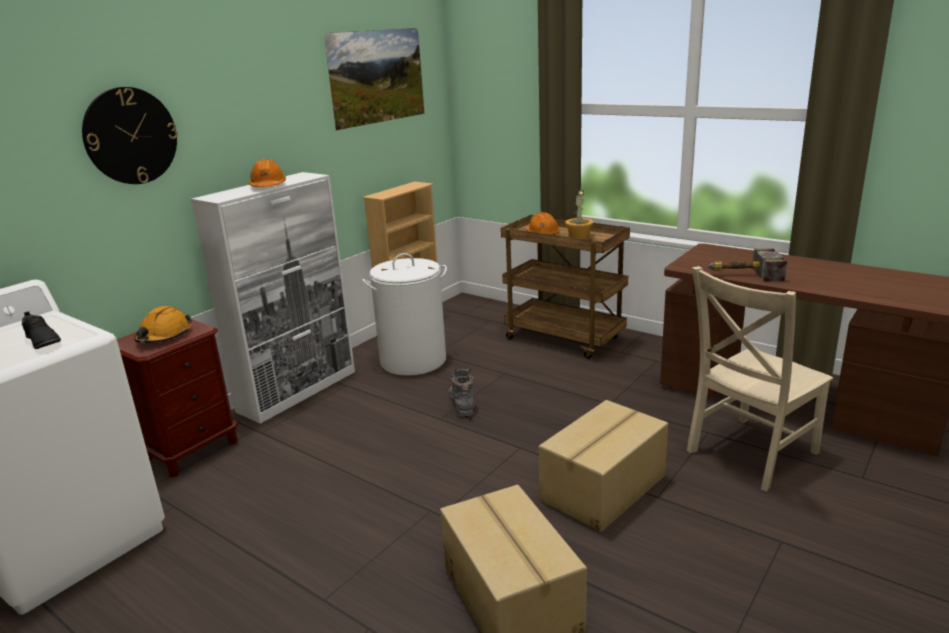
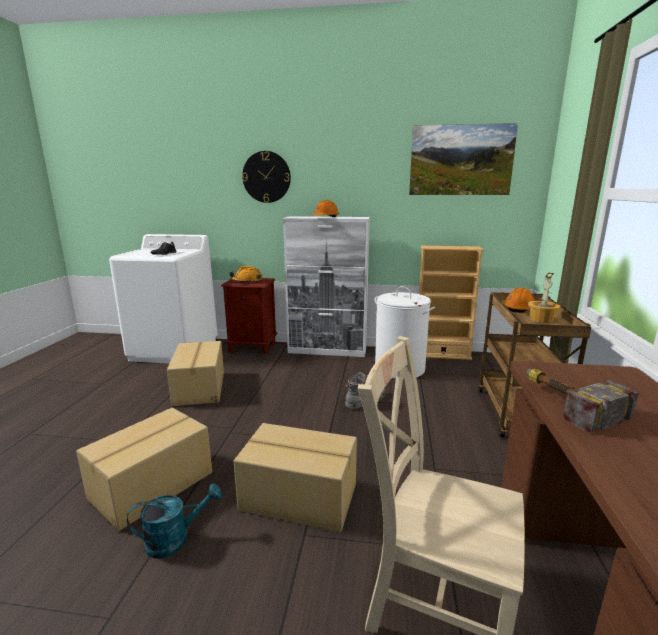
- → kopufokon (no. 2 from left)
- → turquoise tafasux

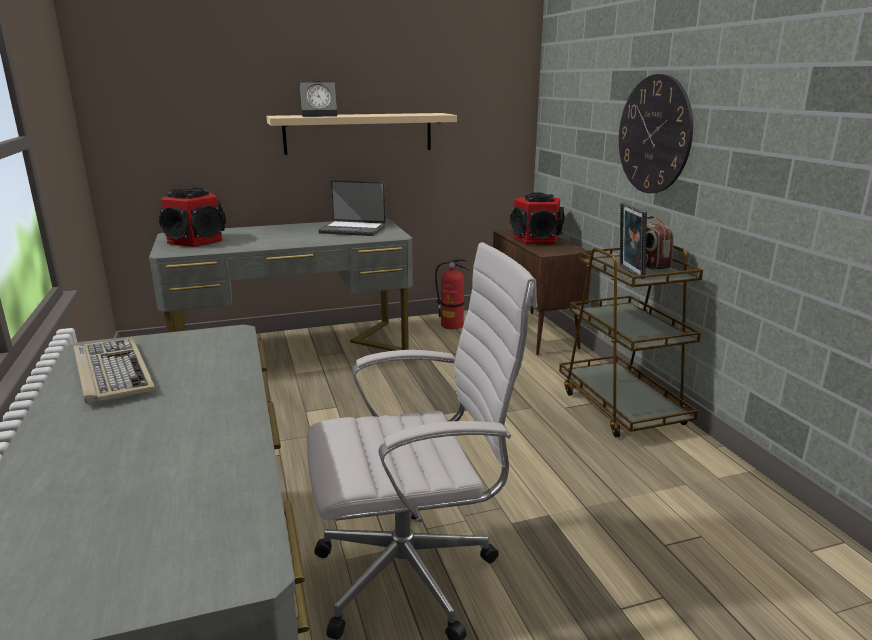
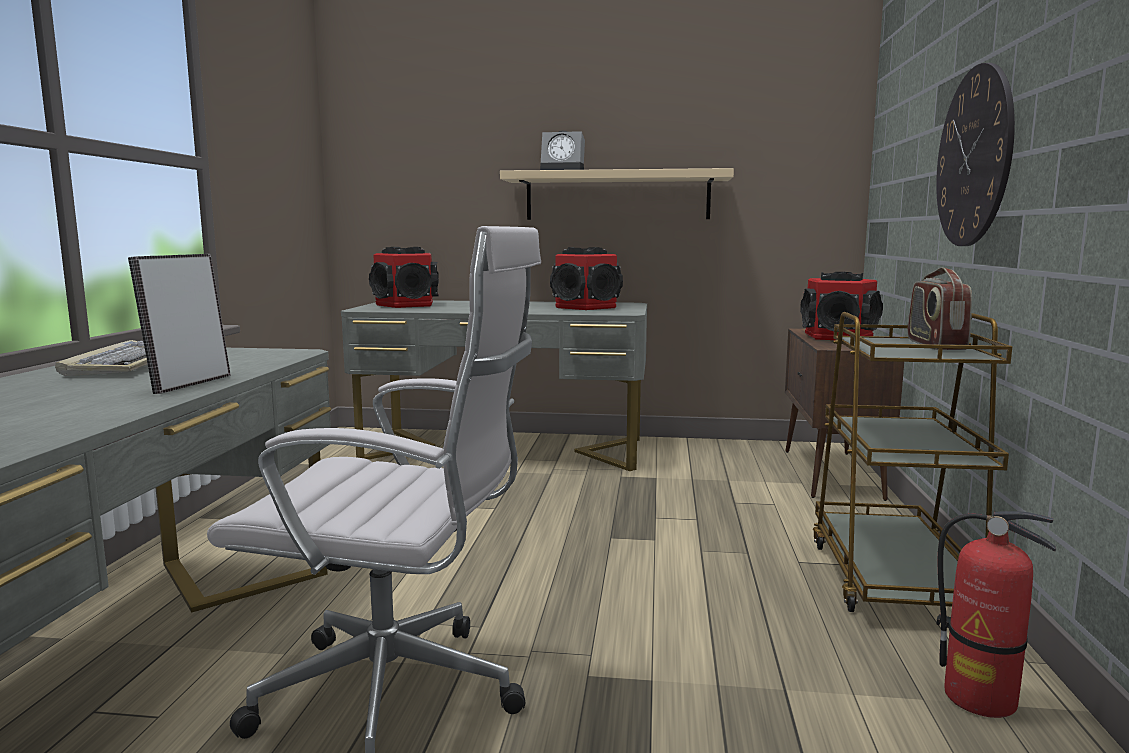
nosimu → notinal (no. 2 from left)
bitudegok, shifted
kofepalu, shifted

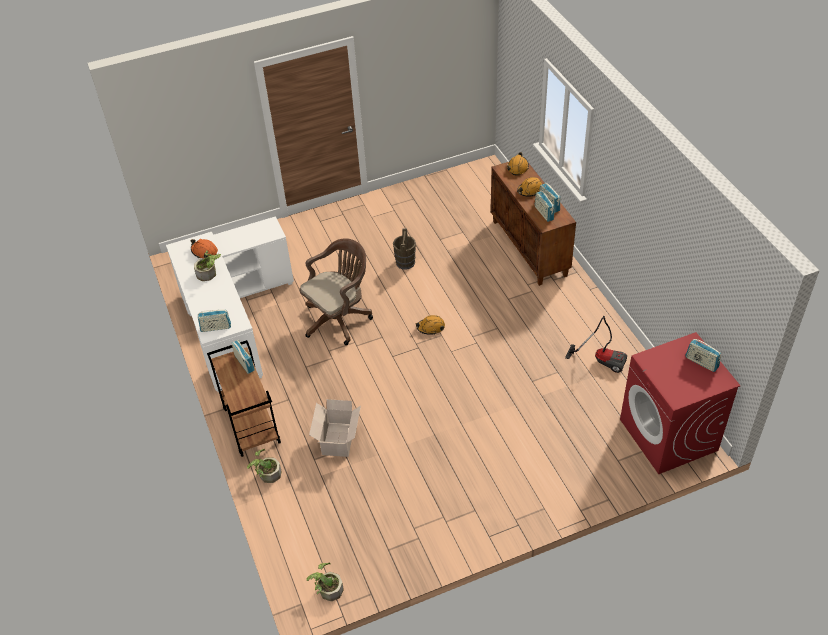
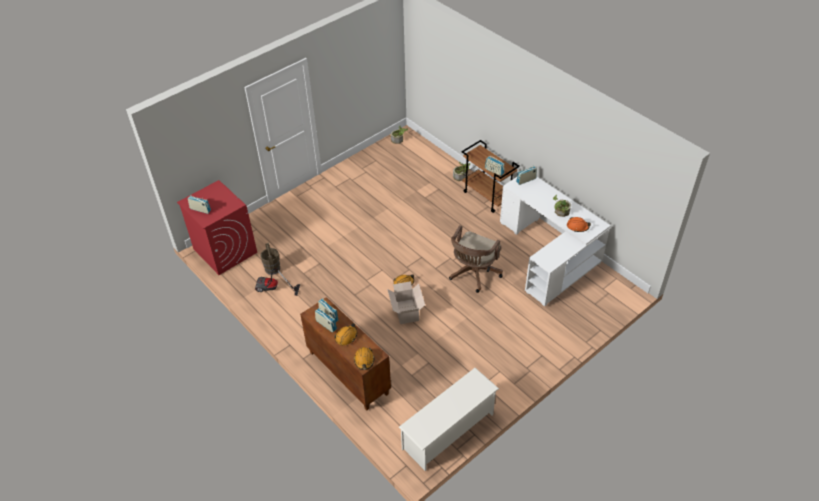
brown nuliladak, shifted
kopufokon, shifted
- → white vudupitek

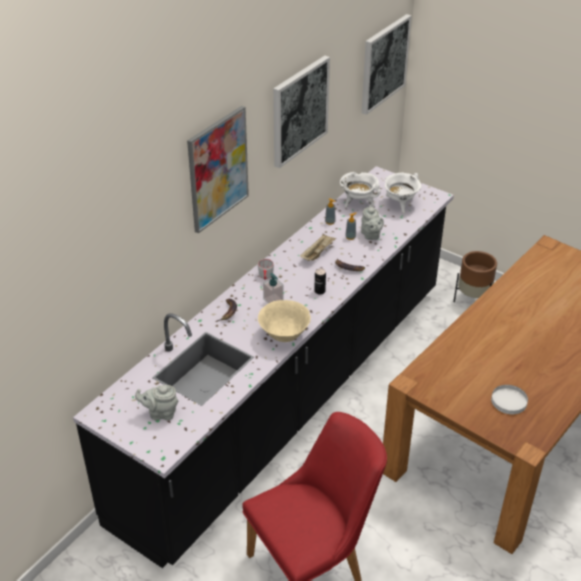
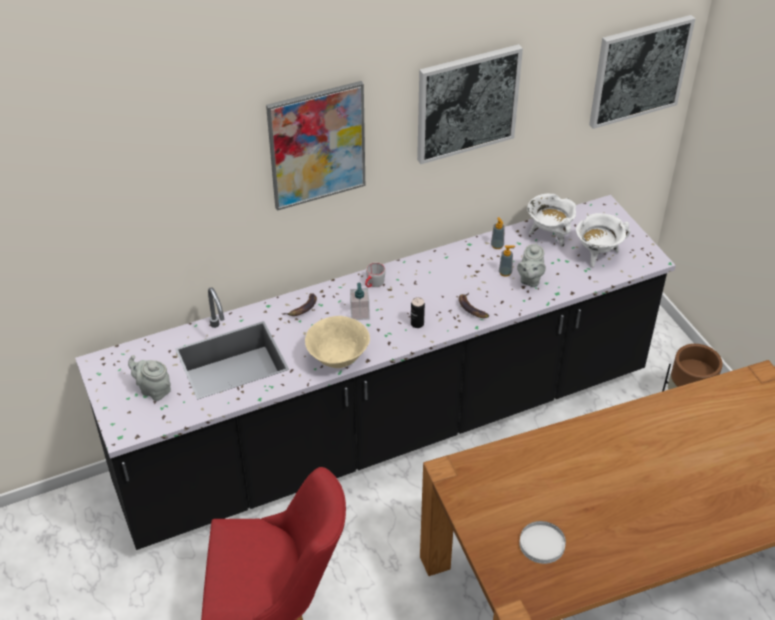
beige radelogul → -

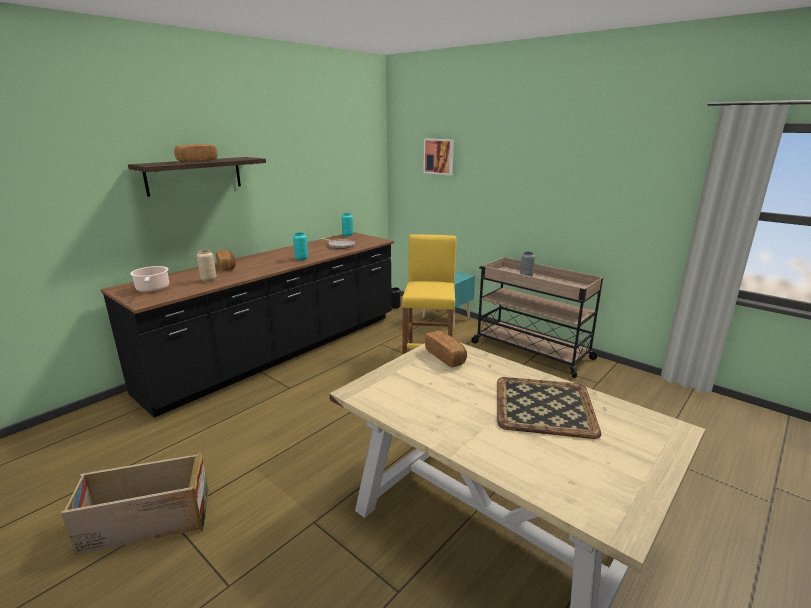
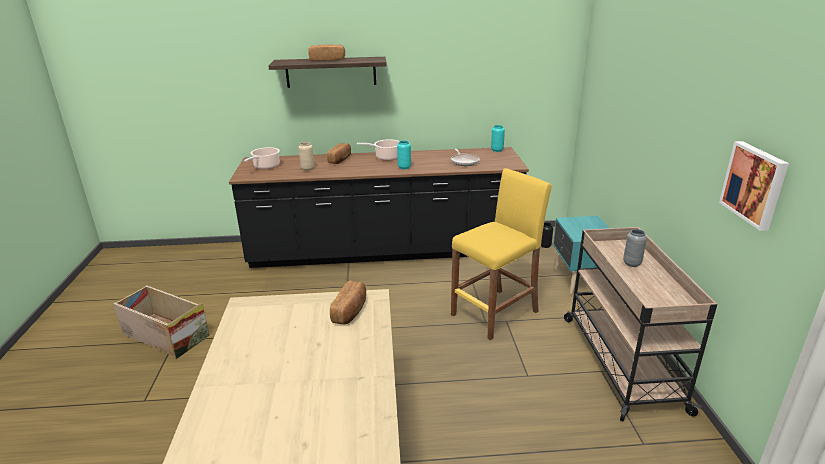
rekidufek, shifted
radelogul → -
- → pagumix (no. 2 from left)

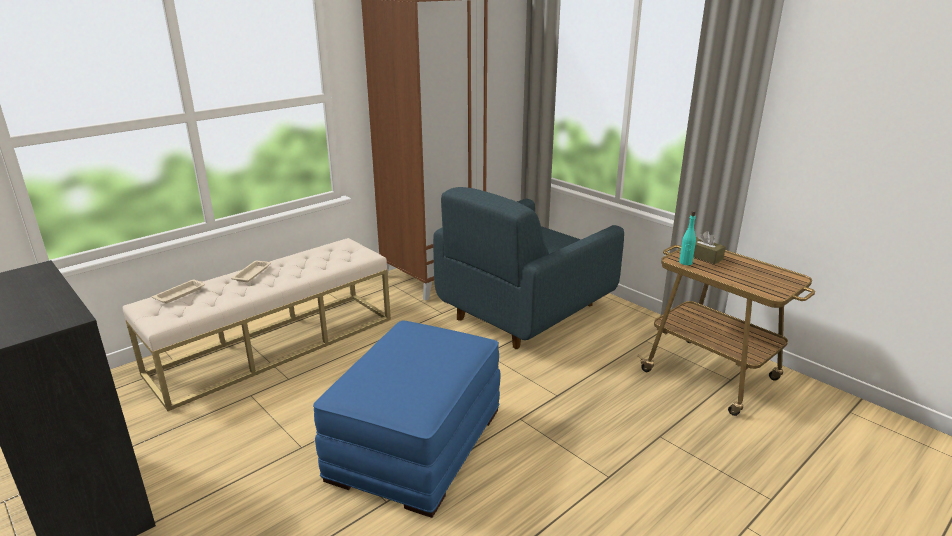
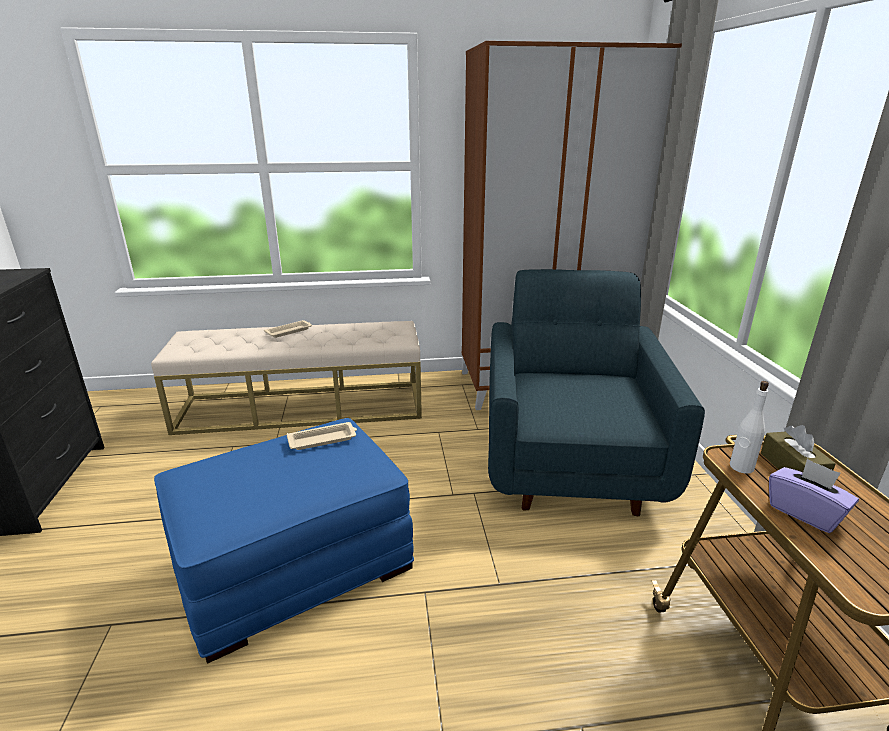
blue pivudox, 105 degrees clockwise
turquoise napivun → white napivun
beige radelogul (no. 1 from left in the first image) → beige radelogul (no. 2 from left), shifted
- → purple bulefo

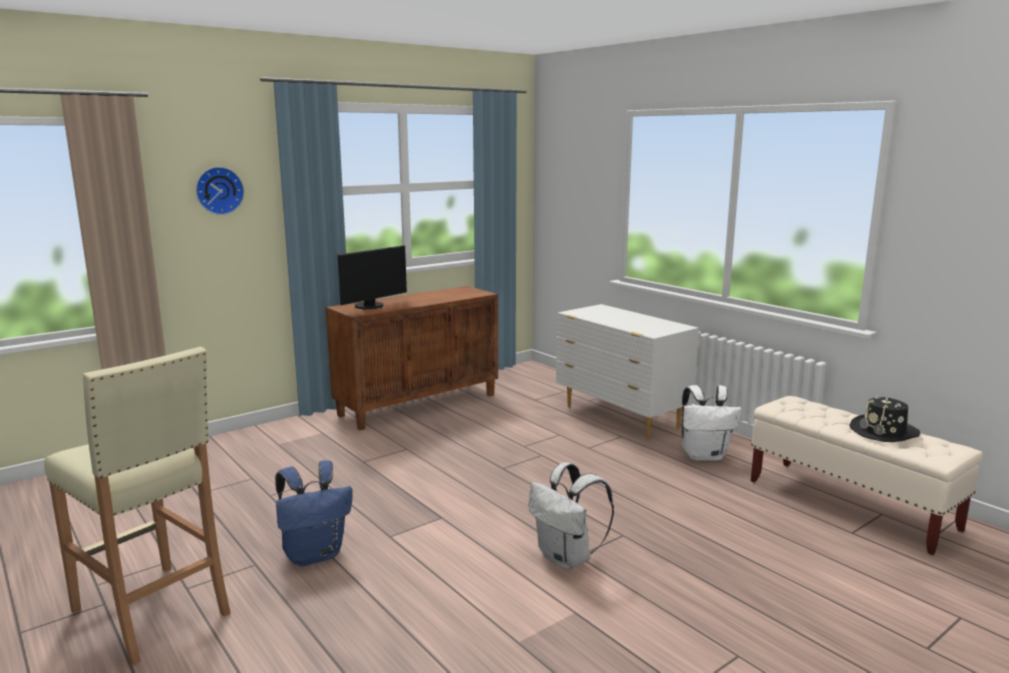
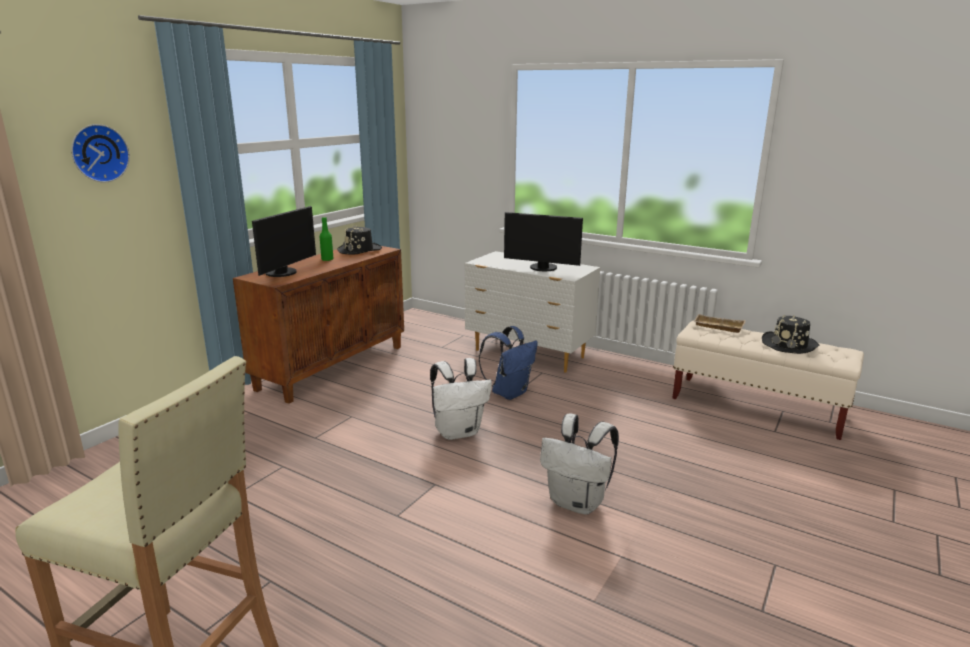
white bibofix (no. 2 from left in the first image) → white bibofix (no. 1 from left), shifted
blue bibofix, shifted
- → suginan (no. 2 from left)
- → green napivun
- → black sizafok (no. 1 from left)
- → beige radelogul

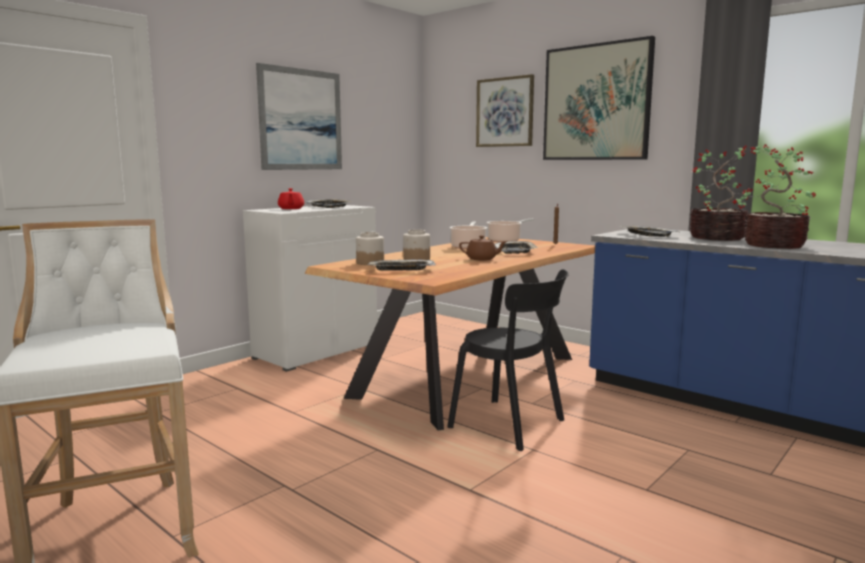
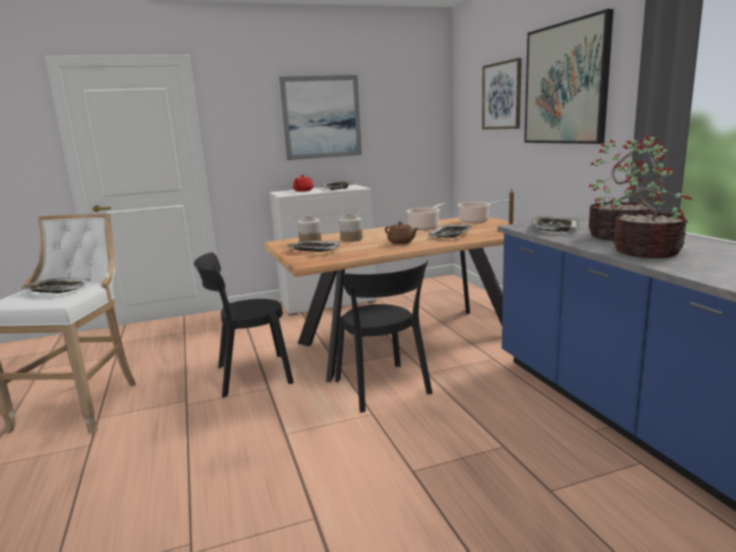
- → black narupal (no. 1 from left)
- → radelogul (no. 1 from left)

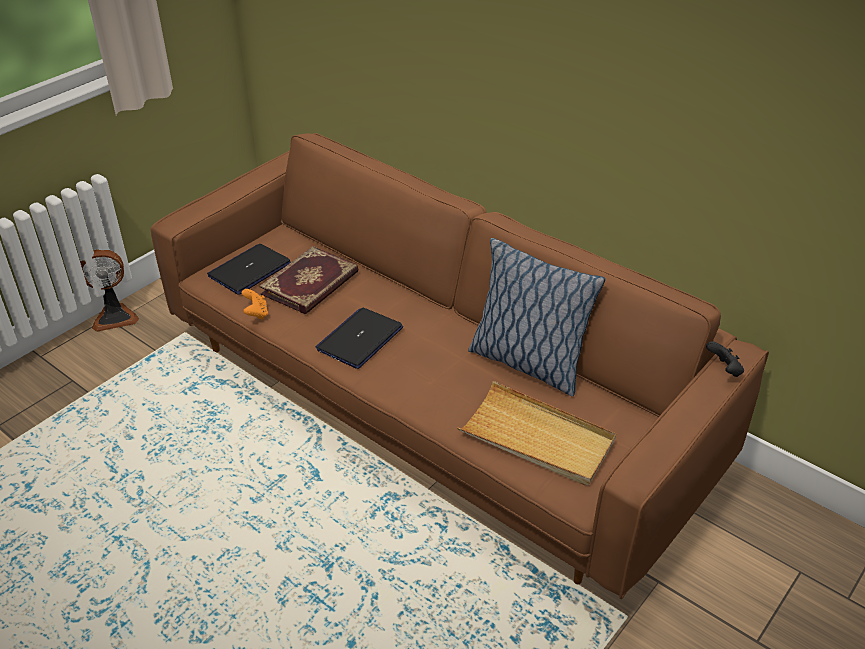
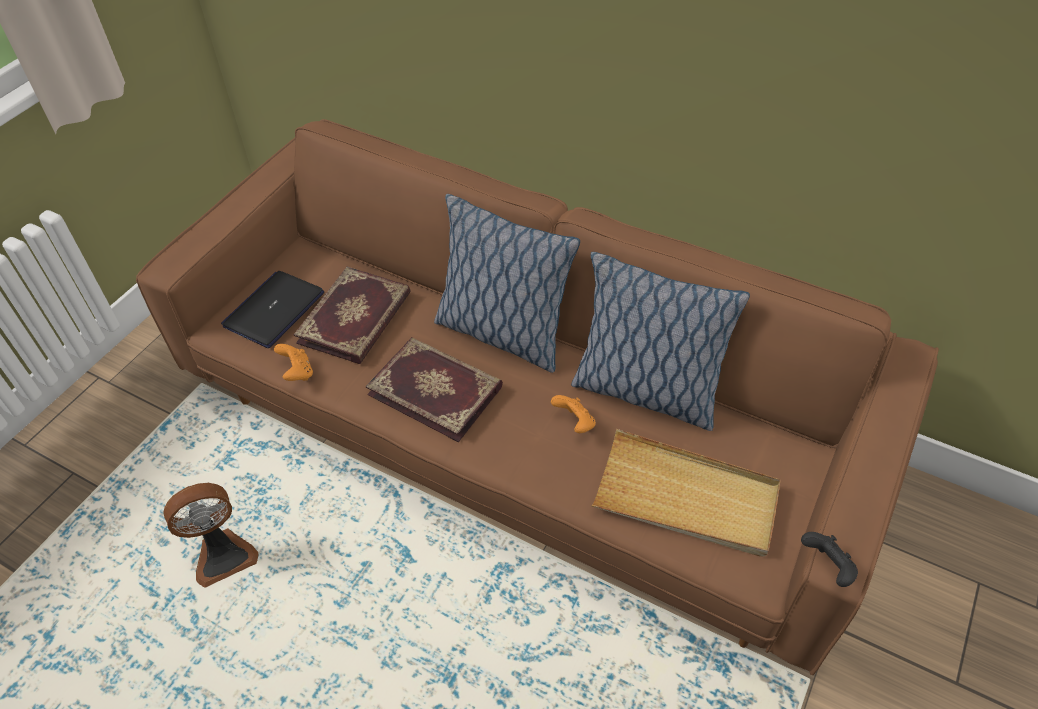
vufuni, shifted
nosimu (no. 2 from left) → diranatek (no. 2 from left)
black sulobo, shifted
- → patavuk (no. 1 from left)
- → orange sulobo (no. 2 from left)

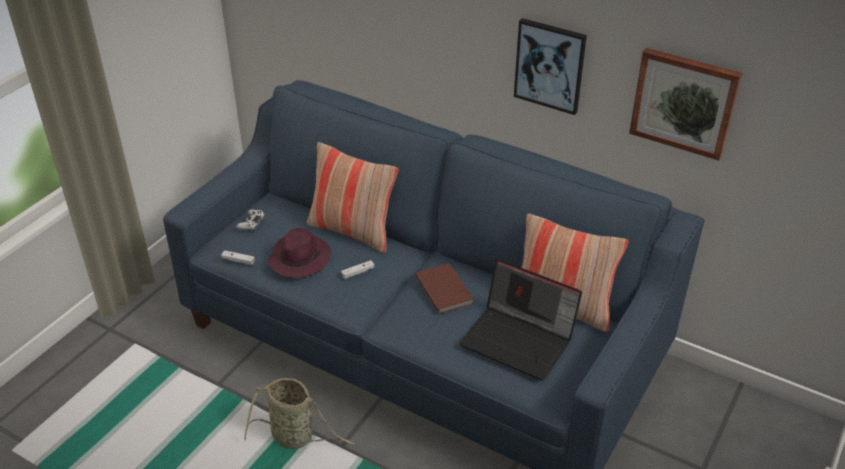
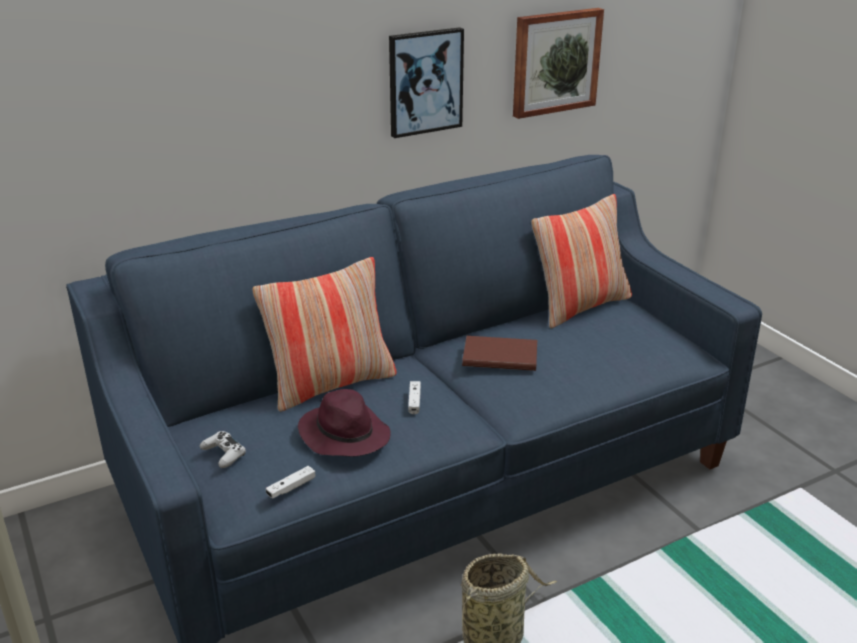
nosimu → -

